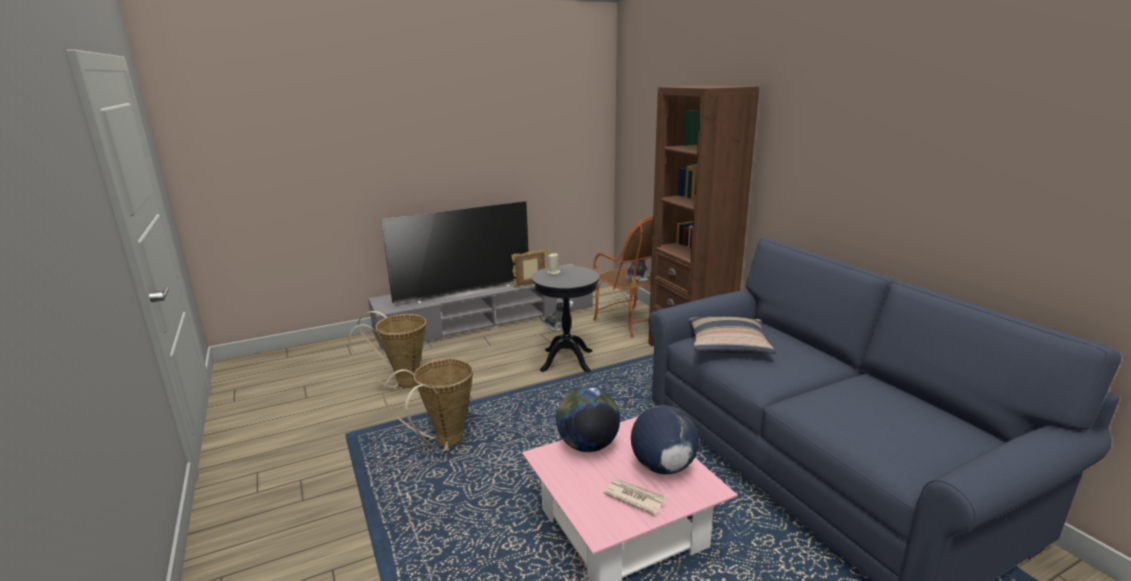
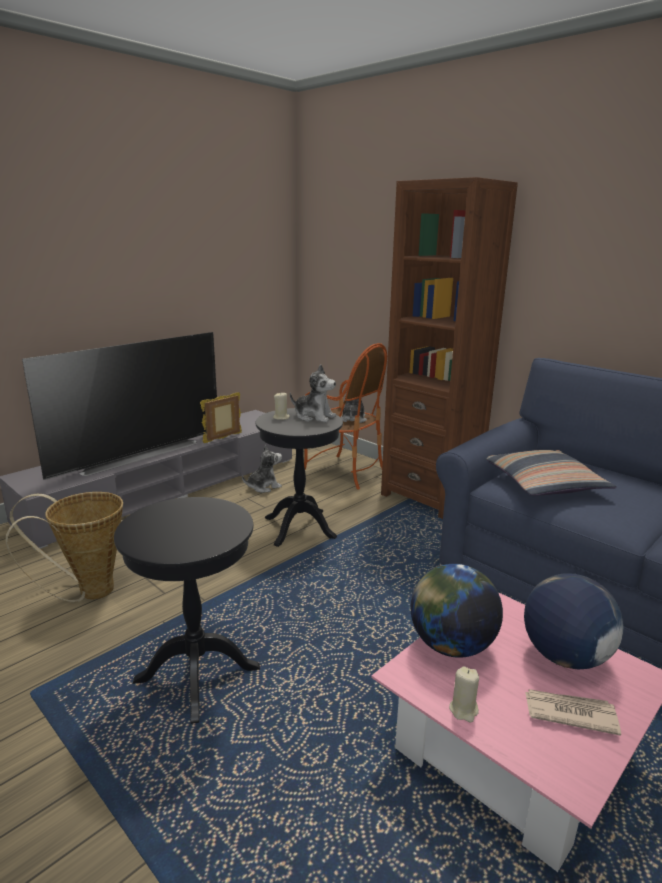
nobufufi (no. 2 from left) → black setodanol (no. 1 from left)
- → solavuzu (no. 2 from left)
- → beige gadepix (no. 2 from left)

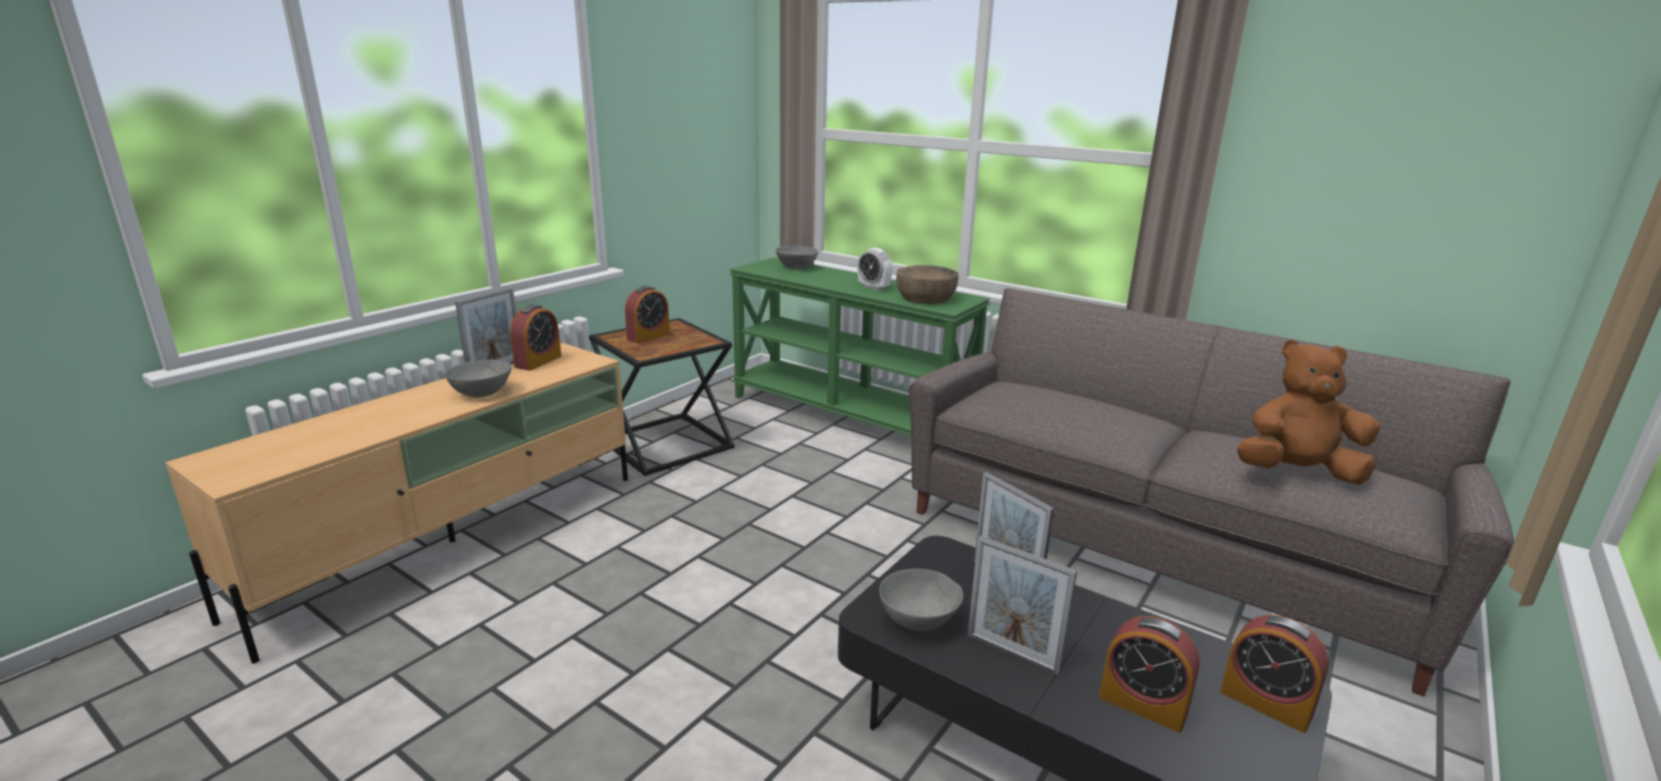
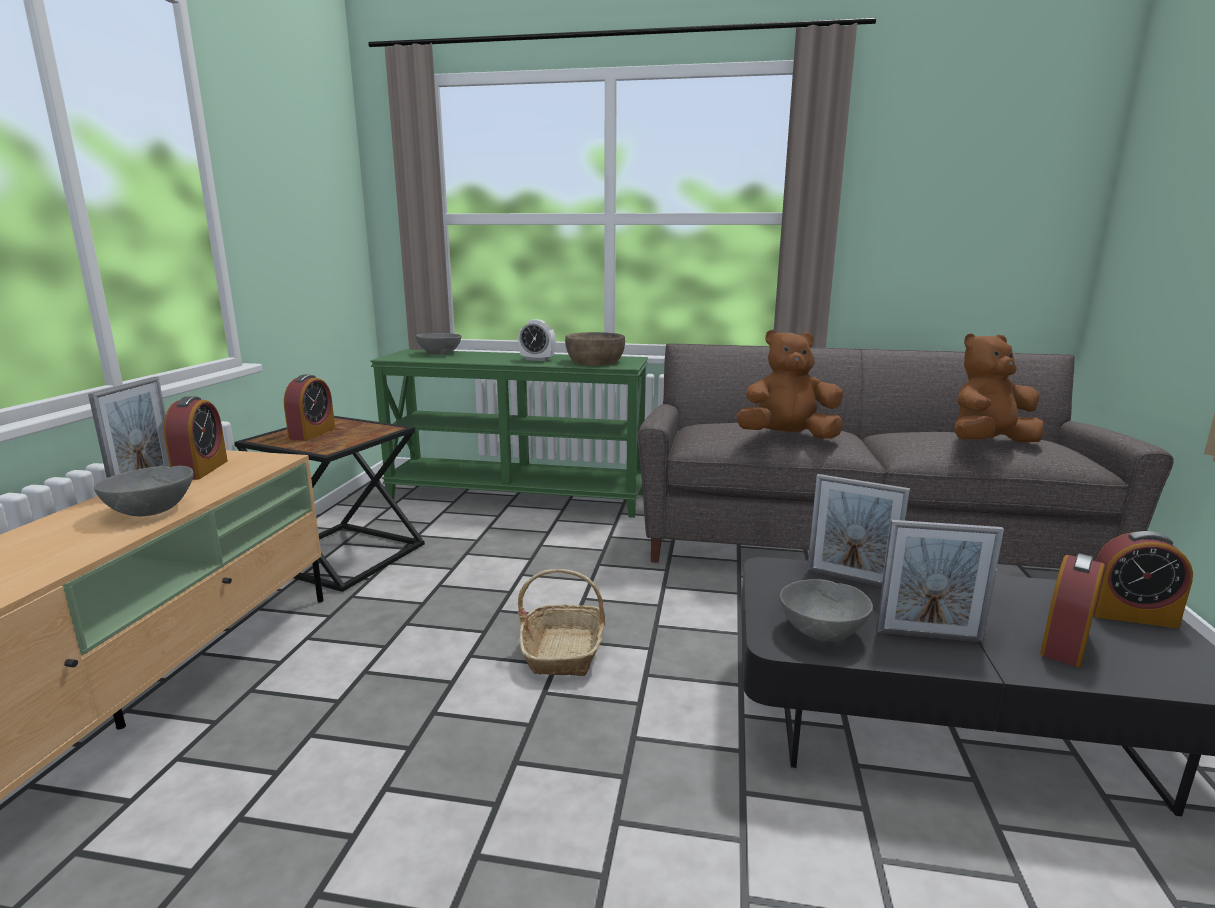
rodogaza (no. 4 from left), 120 degrees clockwise
- → brown solavuzu (no. 1 from left)
- → nobufufi

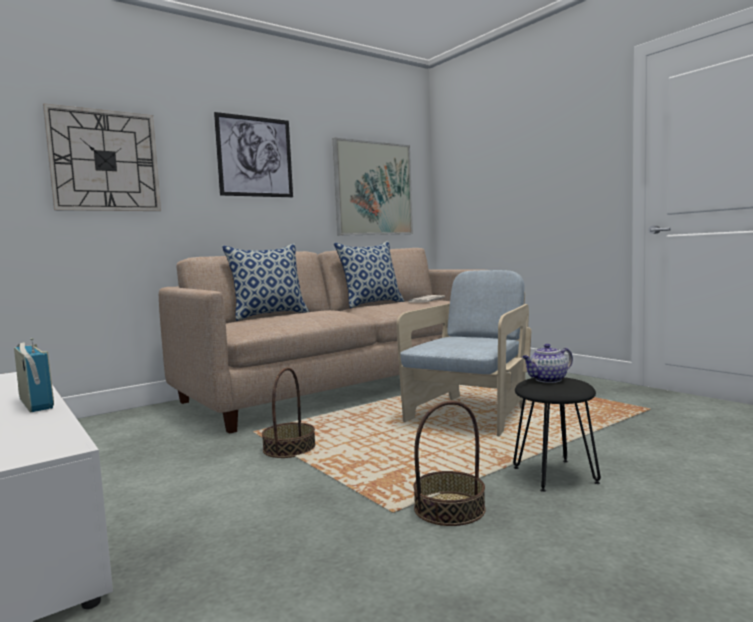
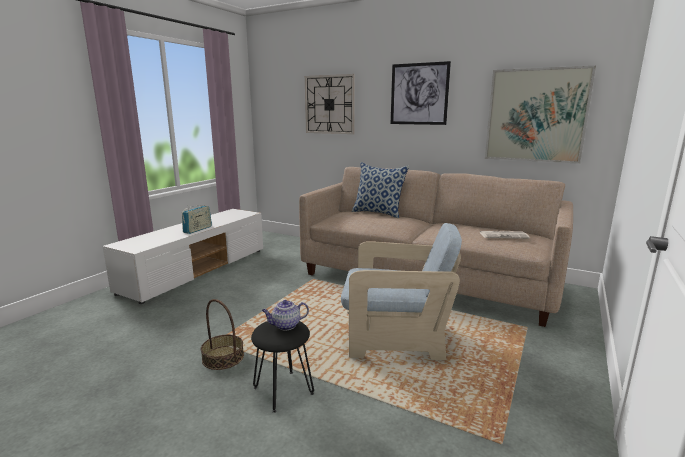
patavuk (no. 2 from left) → -
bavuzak, 60 degrees counterclockwise
nobufufi (no. 1 from left) → -

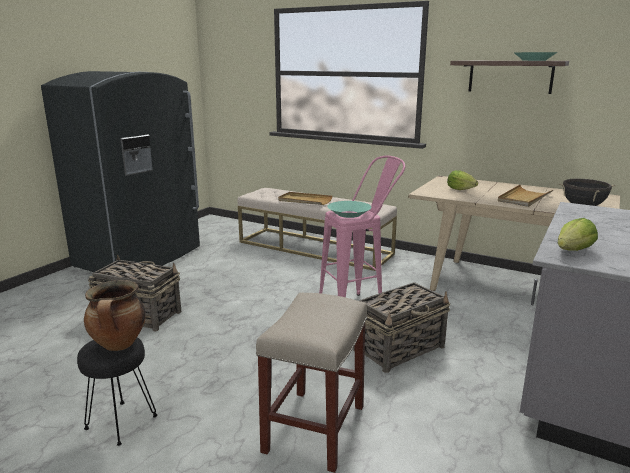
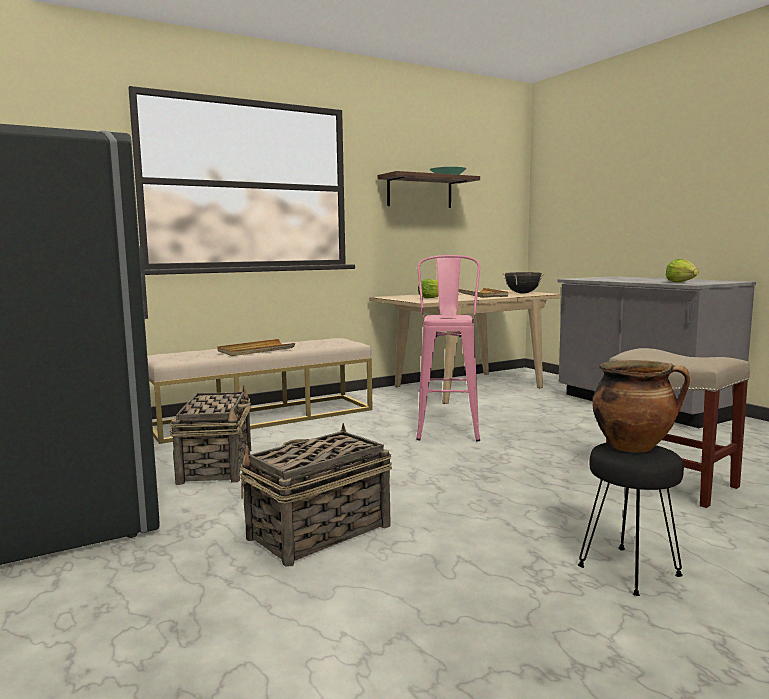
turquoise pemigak (no. 1 from left) → -
nobufufi (no. 2 from left in the first image) → nobufufi (no. 1 from left), shifted

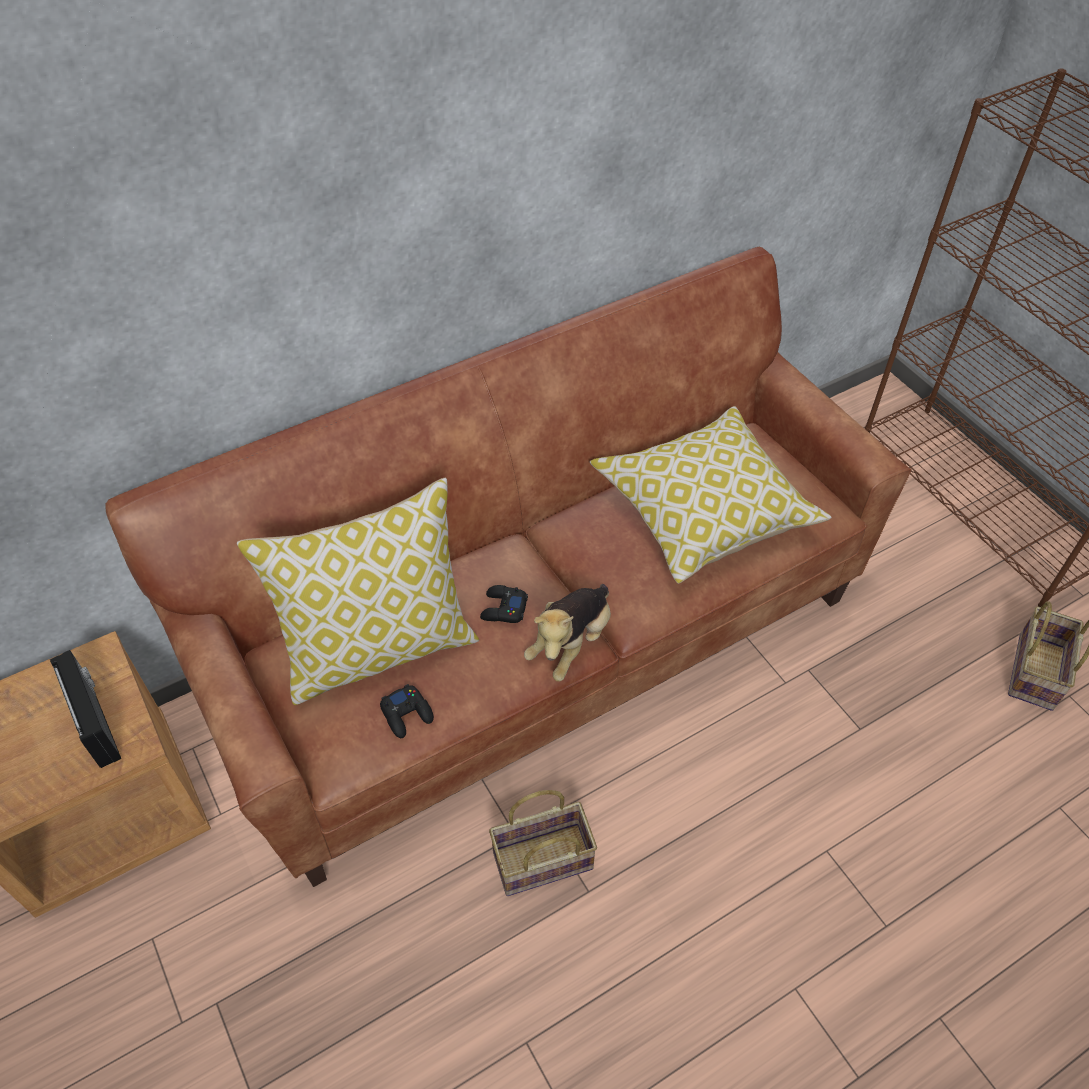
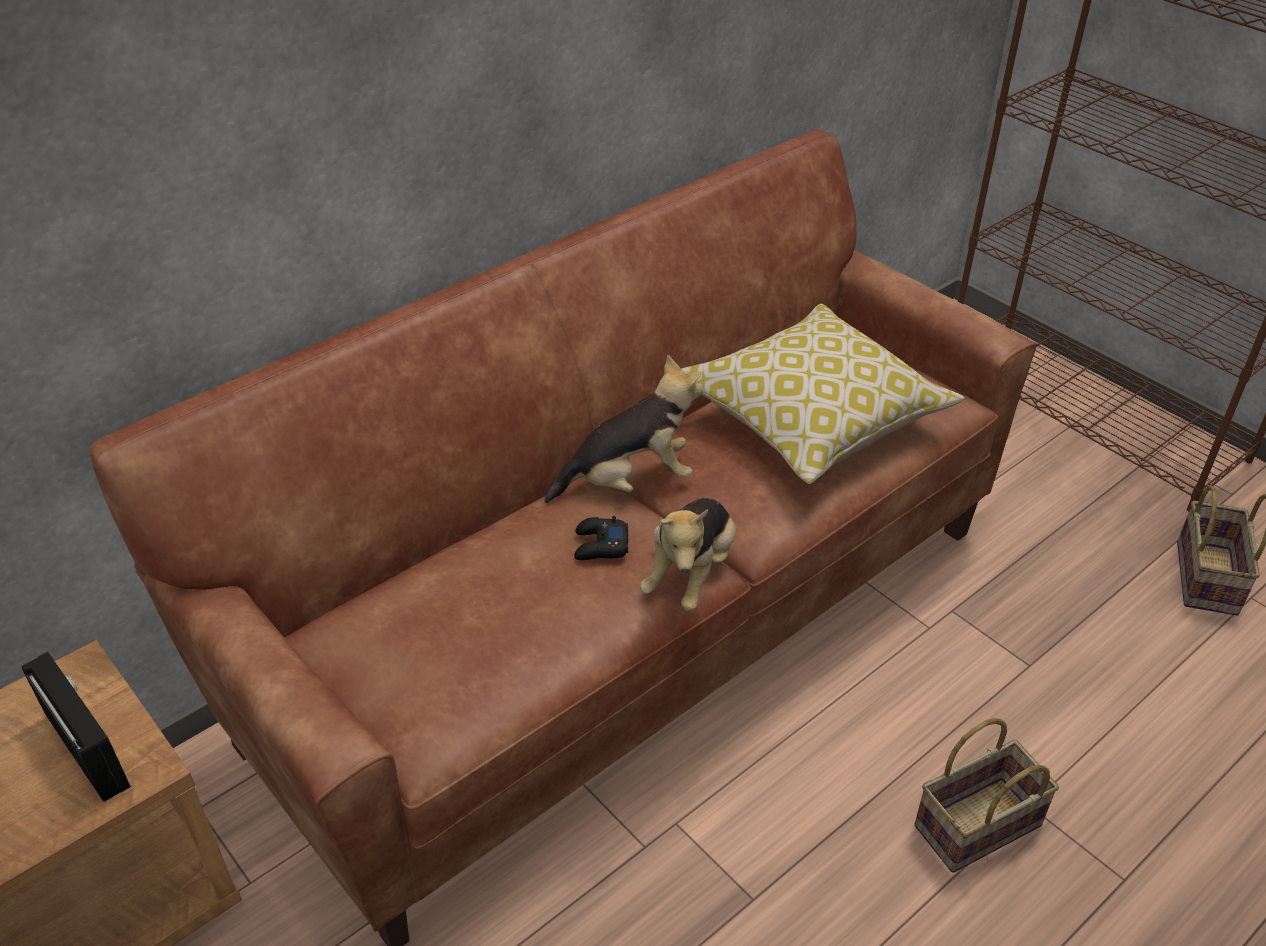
patavuk (no. 1 from left) → -
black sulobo (no. 1 from left) → -
nobufufi (no. 1 from left), shifted
- → solavuzu (no. 1 from left)

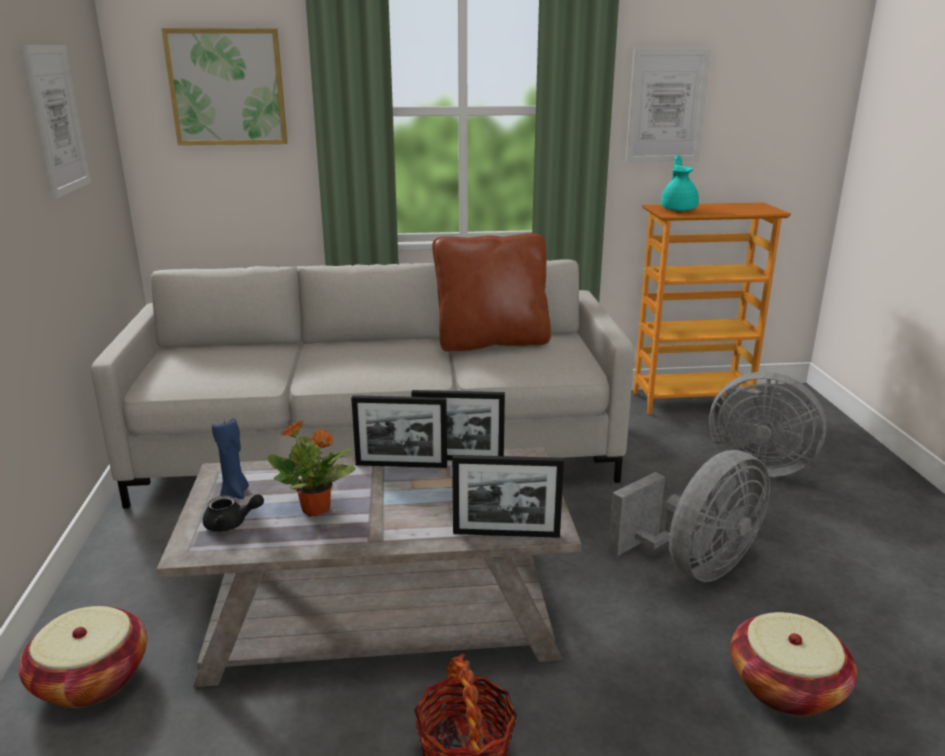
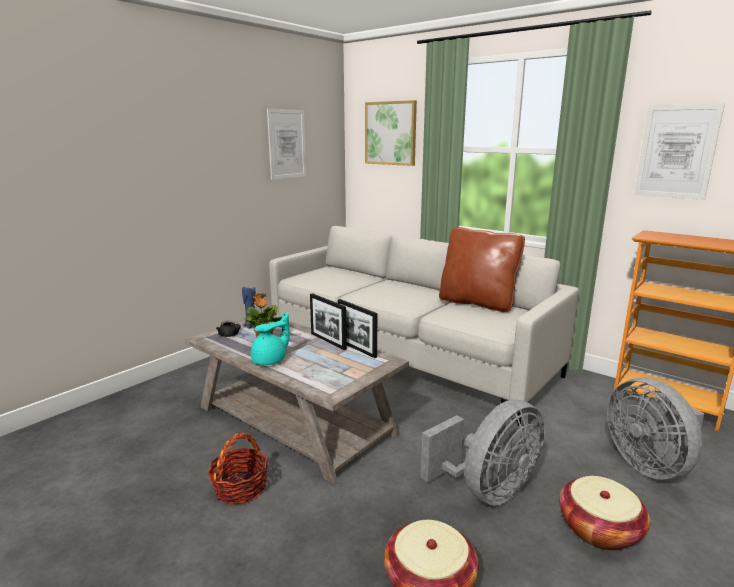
turquoise bavuzak, shifted
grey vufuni (no. 1 from left), 45 degrees counterclockwise
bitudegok (no. 3 from left) → -
nobufufi (no. 1 from left in the first image) → nobufufi (no. 3 from left), shifted

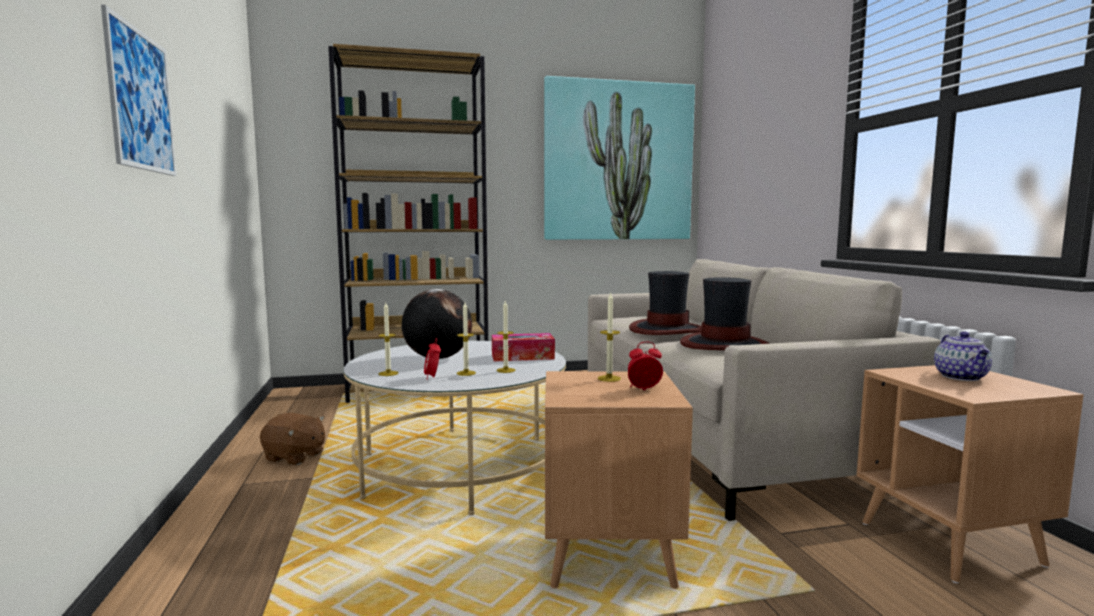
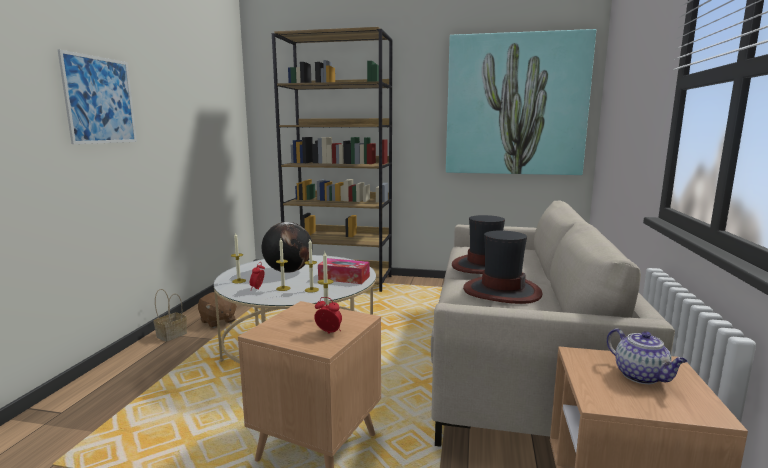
bavuzak, 60 degrees counterclockwise
- → nobufufi

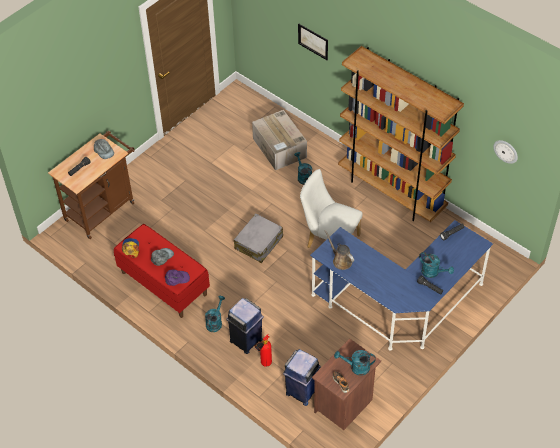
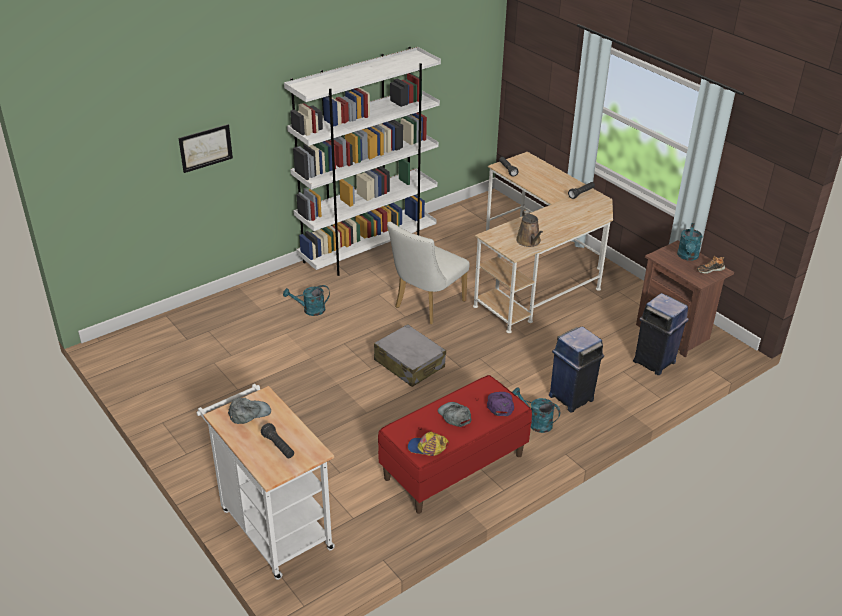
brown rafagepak → white rafagepak
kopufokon → -
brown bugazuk → white bugazuk
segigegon → -
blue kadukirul → beige kadukirul
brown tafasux, 75 degrees counterclockwise
turquoise tafasux (no. 4 from left) → -
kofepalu → -

